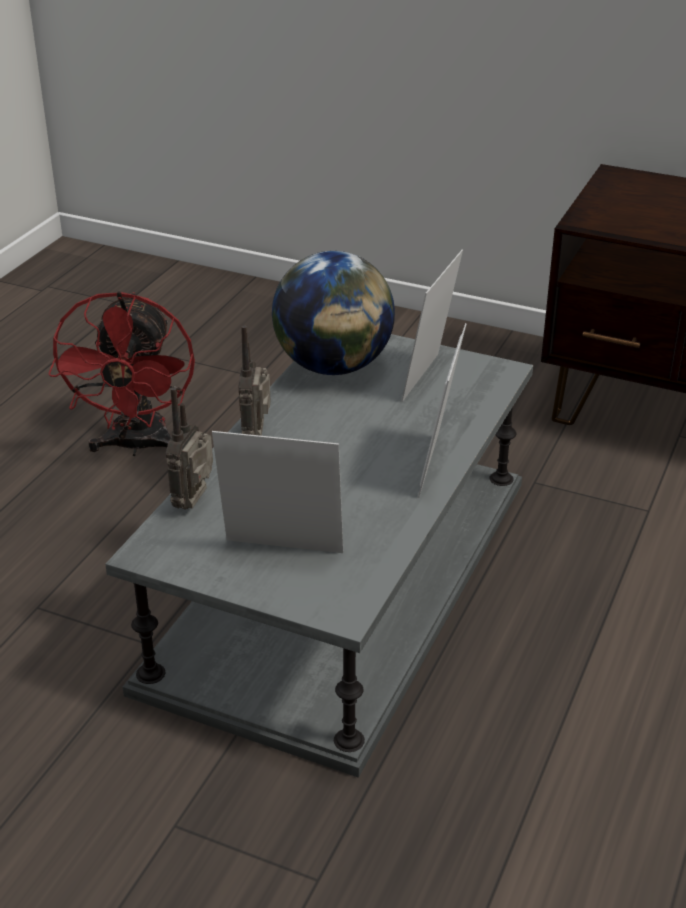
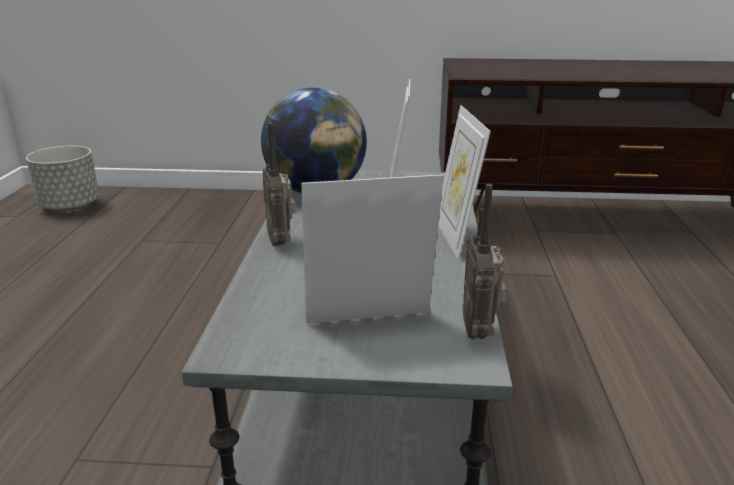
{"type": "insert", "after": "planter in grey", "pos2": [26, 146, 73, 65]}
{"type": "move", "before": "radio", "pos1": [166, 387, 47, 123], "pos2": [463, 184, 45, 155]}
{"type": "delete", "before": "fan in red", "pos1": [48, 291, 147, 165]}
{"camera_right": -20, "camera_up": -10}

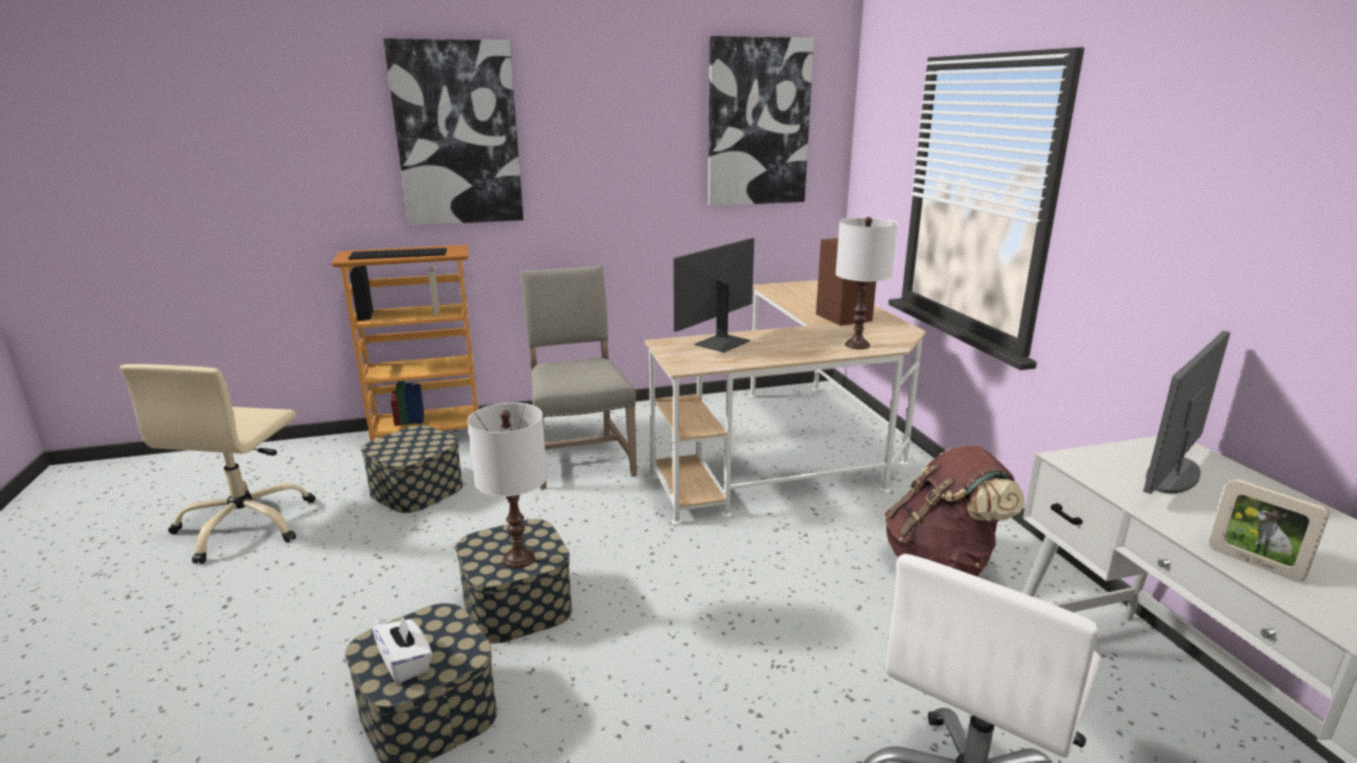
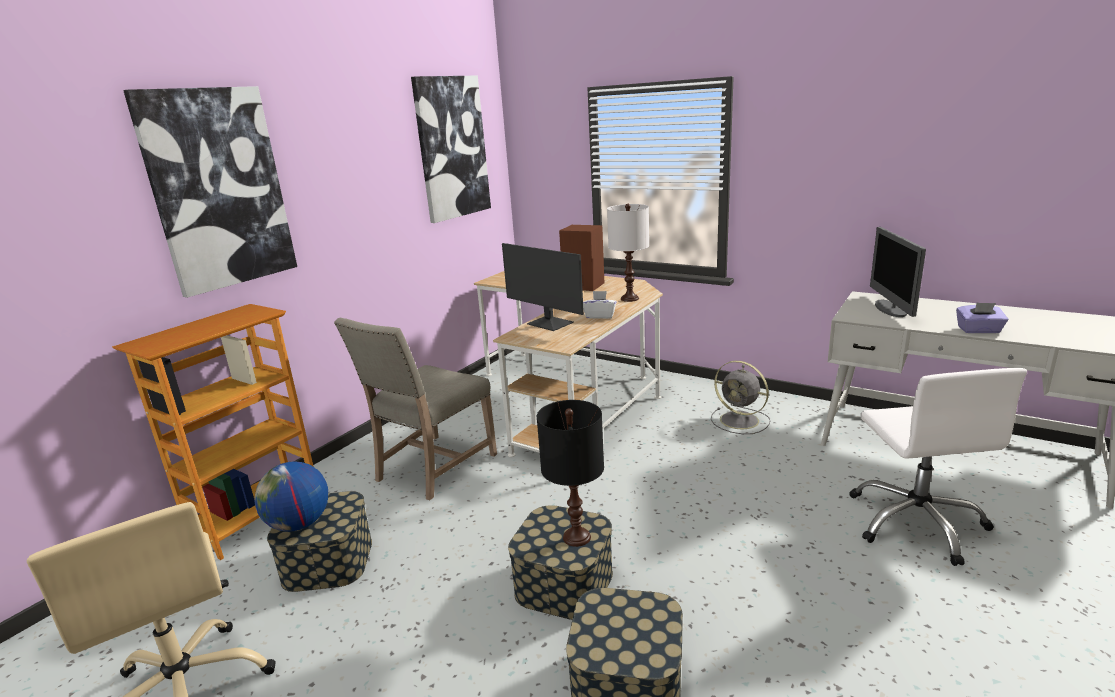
{"type": "insert", "after": "globe", "pos2": [254, 461, 74, 71]}
{"type": "rotate", "before": "chair in beige", "pos1": [520, 265, 117, 225], "pos2": [334, 318, 163, 182], "turn": -90}
{"type": "rotate", "before": "monitor", "pos1": [673, 238, 81, 114], "pos2": [502, 243, 82, 88], "turn": -45}
{"type": "recolor", "before": "table lamp in white", "after": "table lamp in black", "pos1": [468, 403, 79, 166], "pos2": [537, 400, 67, 147]}
{"type": "move", "before": "tissue box in white", "pos1": [372, 614, 60, 70], "pos2": [583, 291, 34, 28]}
{"type": "replace", "before": "backpack in brown", "after": "fan in grey", "pos1": [885, 445, 140, 131], "pos2": [711, 361, 59, 73]}
{"type": "replace", "before": "picture frame", "after": "tissue box in purple", "pos1": [1209, 479, 121, 103], "pos2": [956, 303, 52, 30]}
{"type": "delete", "before": "keyboard", "pos1": [348, 248, 99, 12]}
{"camera_right": -40, "camera_up": 0}

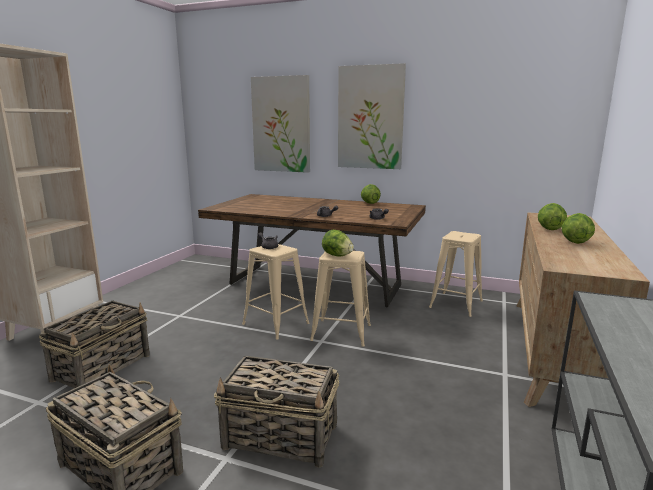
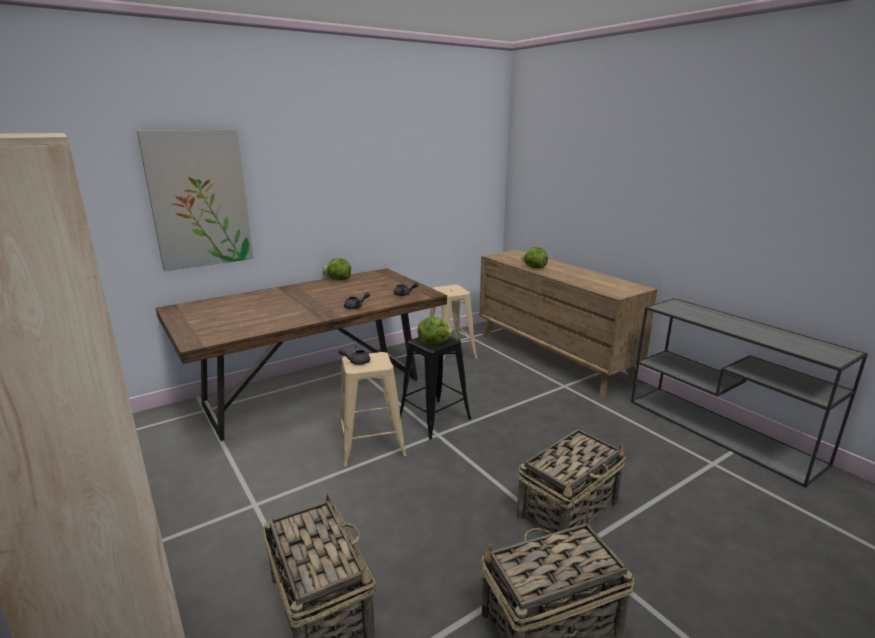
{"type": "recolor", "before": "stool in beige", "after": "stool in black", "pos1": [310, 251, 61, 96], "pos2": [400, 336, 71, 103]}
{"type": "delete", "before": "picture", "pos1": [338, 63, 68, 106]}
{"type": "delete", "before": "lettuce", "pos1": [561, 213, 34, 31]}
{"camera_right": -55, "camera_up": 5}

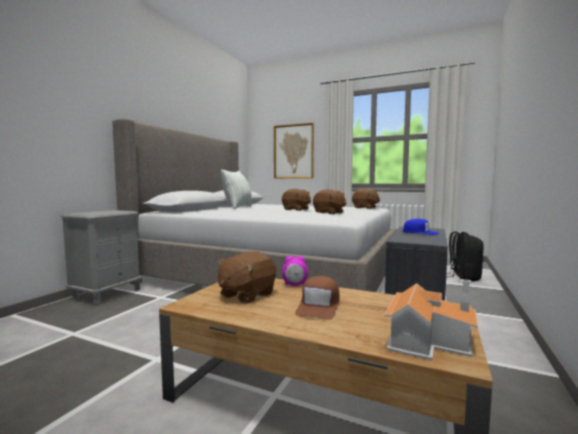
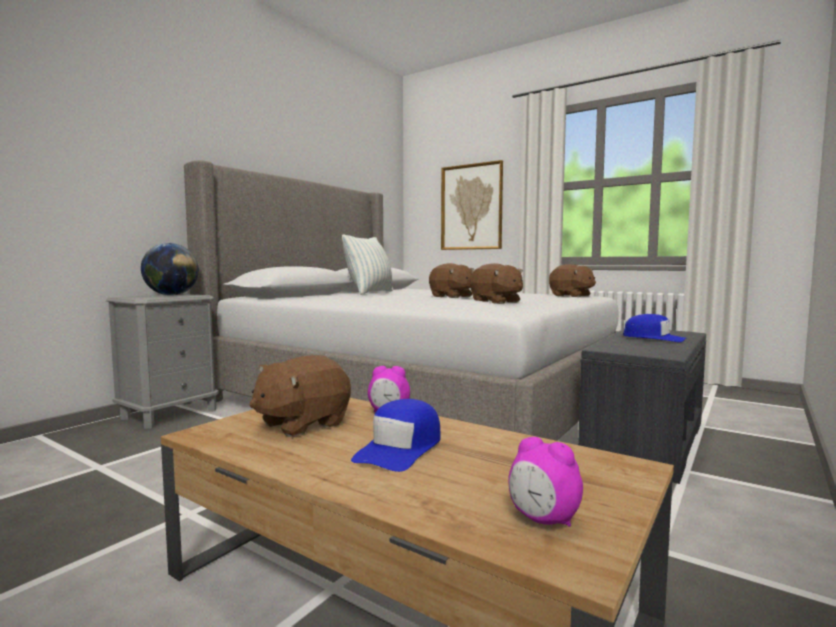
{"type": "insert", "after": "globe", "pos2": [141, 243, 58, 52]}
{"type": "recolor", "before": "cap in brown", "after": "cap in blue", "pos1": [295, 276, 45, 44], "pos2": [351, 399, 90, 73]}
{"type": "replace", "before": "toy house", "after": "alarm clock", "pos1": [384, 279, 94, 81], "pos2": [508, 437, 75, 90]}
{"type": "delete", "before": "backpack in black", "pos1": [446, 231, 38, 50]}
{"camera_right": 10, "camera_up": 0}

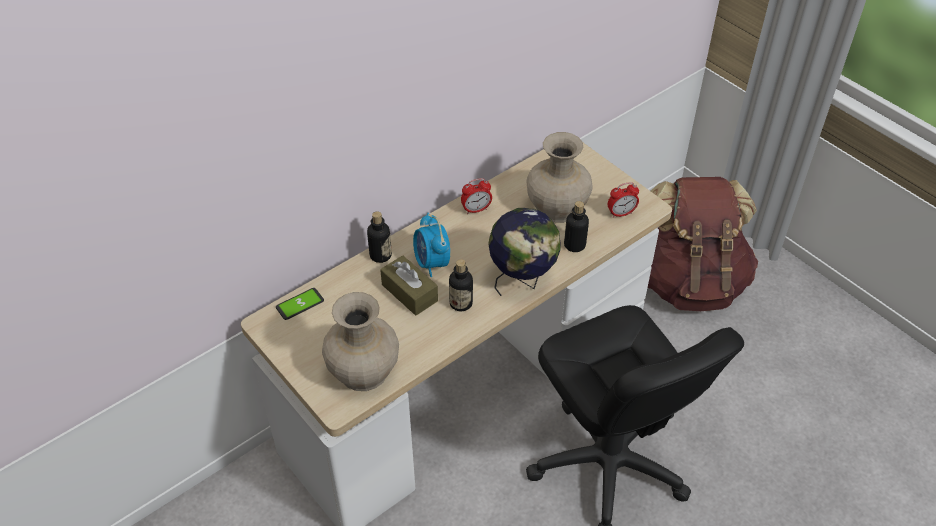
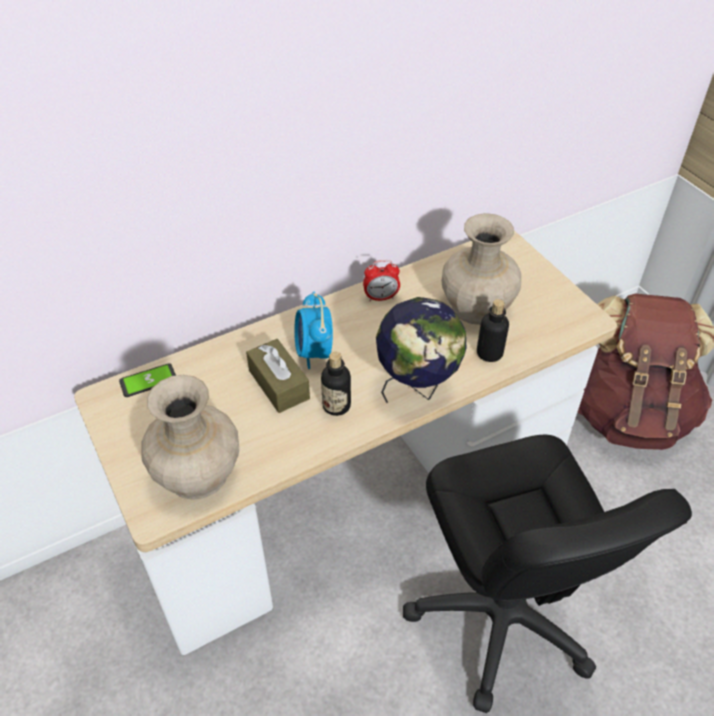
{"type": "delete", "before": "bottle", "pos1": [367, 211, 25, 52]}
{"type": "delete", "before": "alarm clock", "pos1": [608, 182, 31, 36]}
{"camera_right": 10, "camera_up": 0}

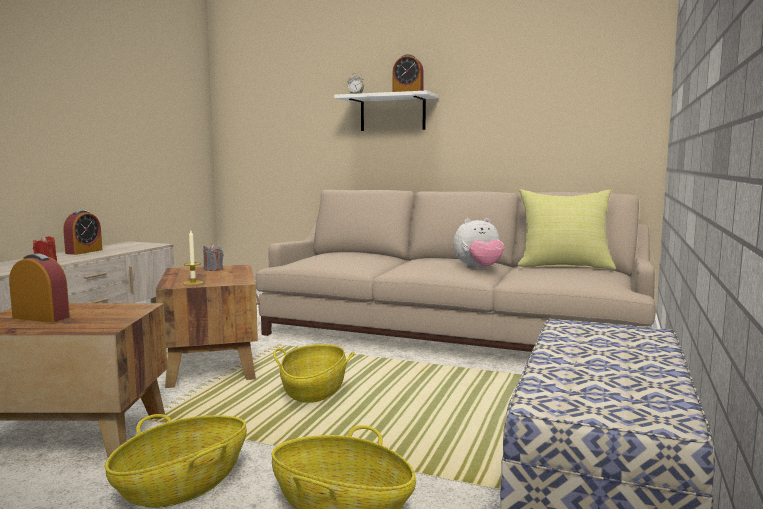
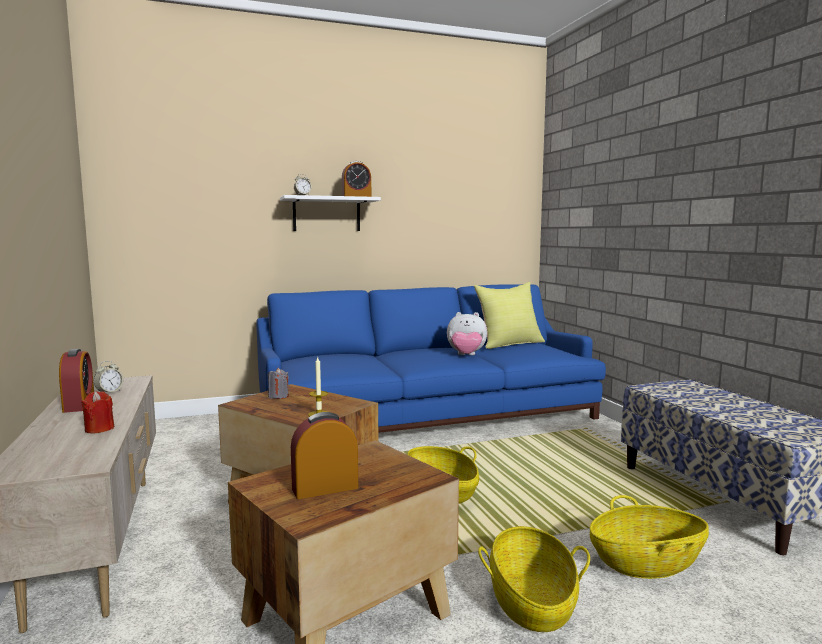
{"type": "insert", "after": "alarm clock", "pos2": [94, 361, 29, 32]}
{"type": "recolor", "before": "sofa in beige", "after": "sofa in blue", "pos1": [255, 190, 401, 162], "pos2": [256, 284, 350, 149]}
{"type": "rotate", "before": "plush toy", "pos1": [453, 218, 51, 51], "pos2": [447, 312, 40, 43], "turn": 60}
{"camera_right": -40, "camera_up": 0}

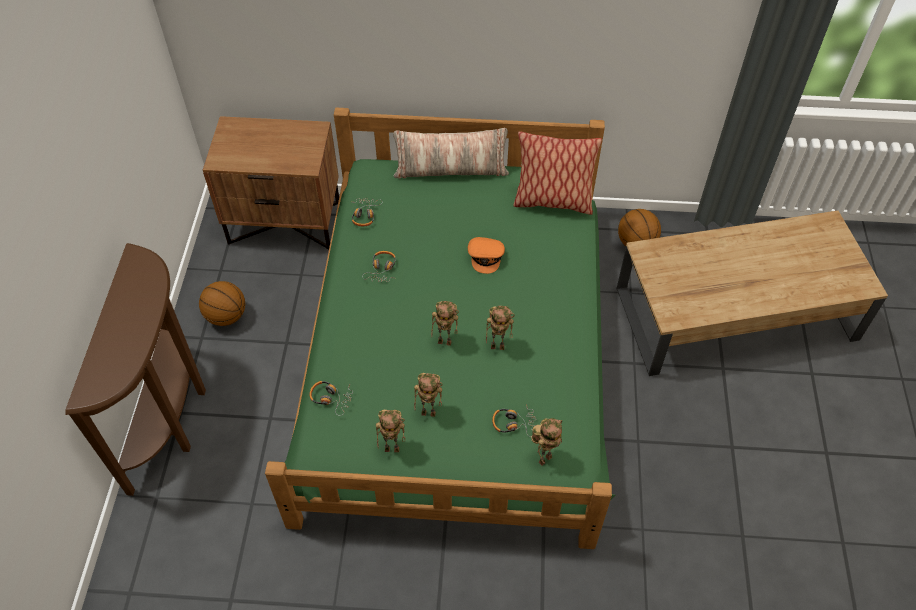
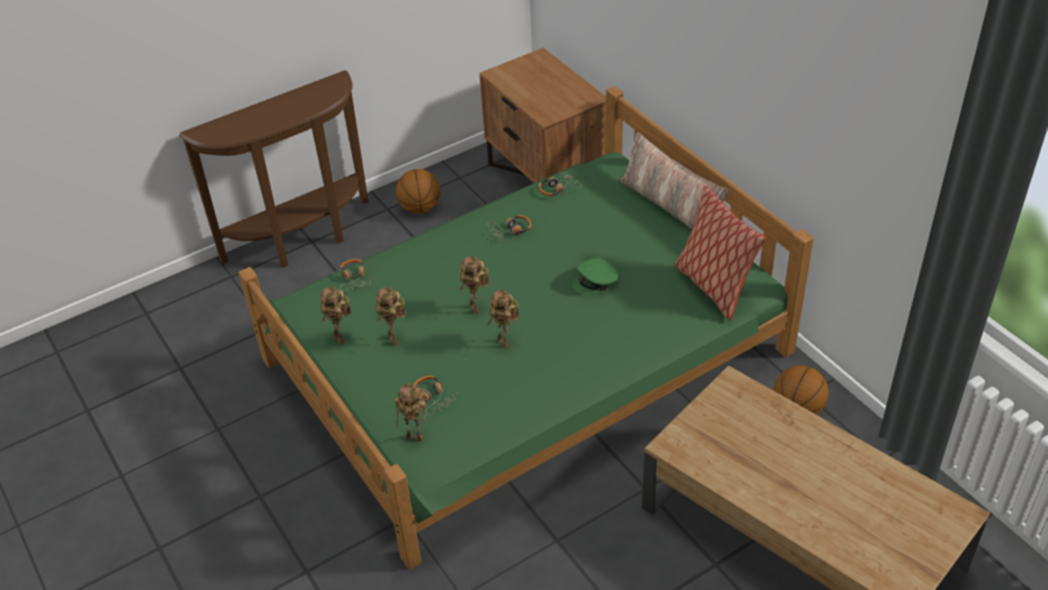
{"type": "recolor", "before": "cap in orange", "after": "cap in green", "pos1": [468, 237, 37, 37], "pos2": [572, 258, 47, 38]}
{"camera_right": 55, "camera_up": -10}

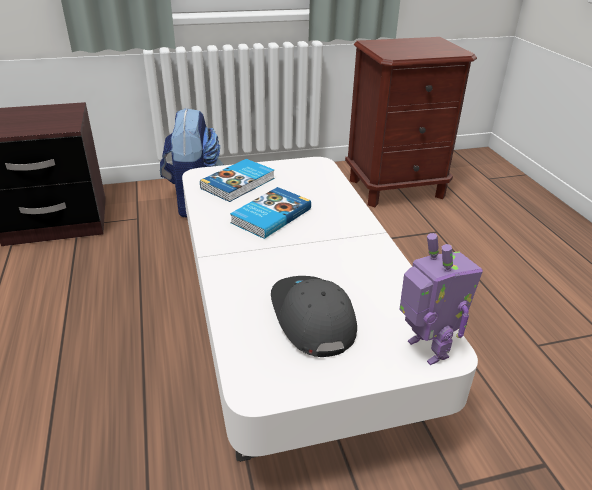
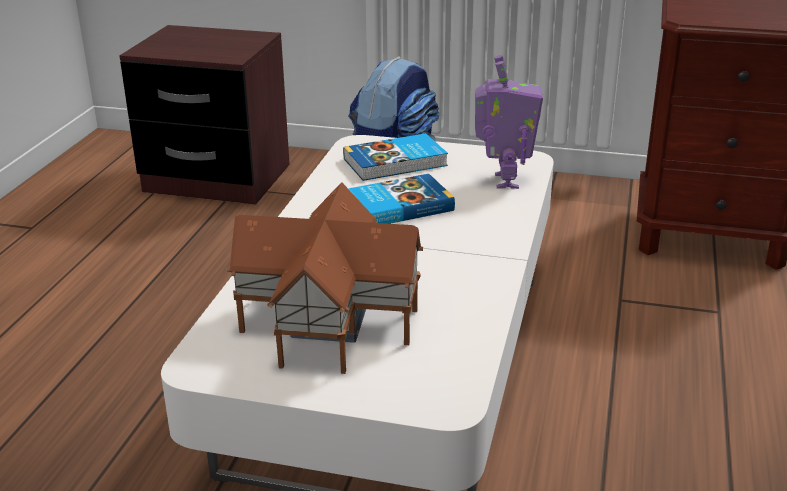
{"type": "replace", "before": "cap in grey", "after": "toy house", "pos1": [271, 276, 86, 81], "pos2": [226, 182, 197, 192]}
{"type": "move", "before": "toy robot", "pos1": [399, 233, 84, 132], "pos2": [475, 55, 68, 134]}
{"camera_right": 30, "camera_up": -5}

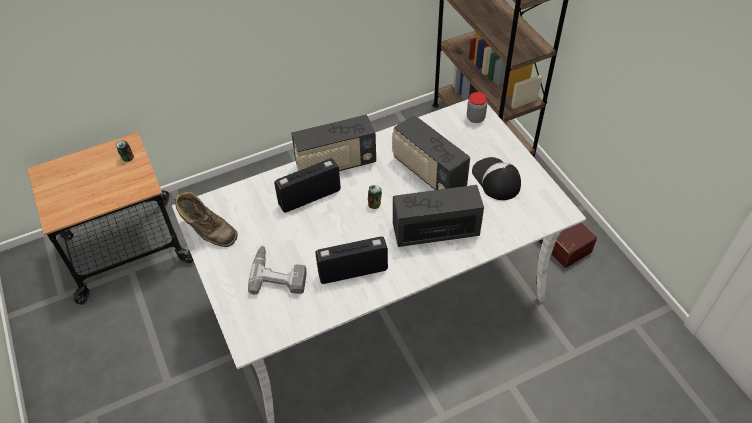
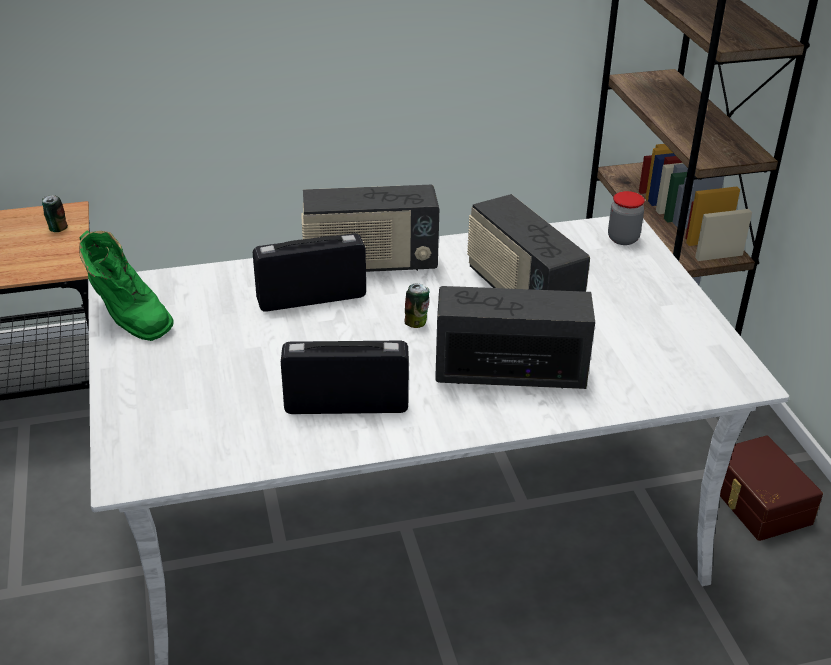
{"type": "recolor", "before": "boot in brown", "after": "boot in green", "pos1": [174, 192, 64, 55], "pos2": [79, 230, 95, 111]}
{"type": "delete", "before": "power drill", "pos1": [248, 246, 59, 49]}
{"type": "delete", "before": "cap", "pos1": [472, 157, 49, 43]}
{"camera_right": 10, "camera_up": -15}

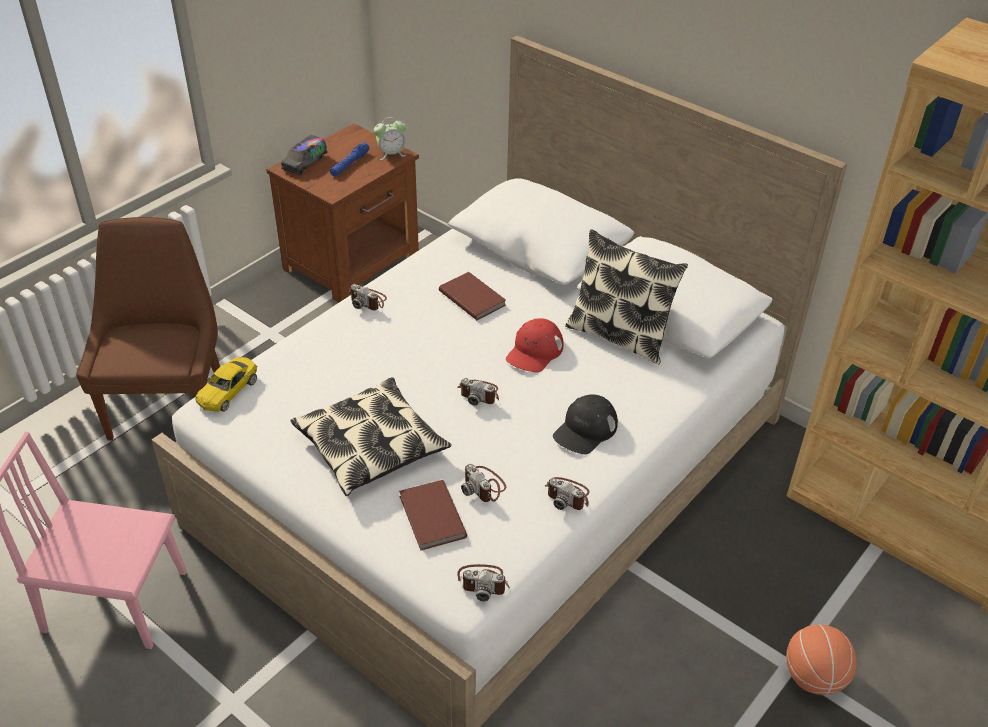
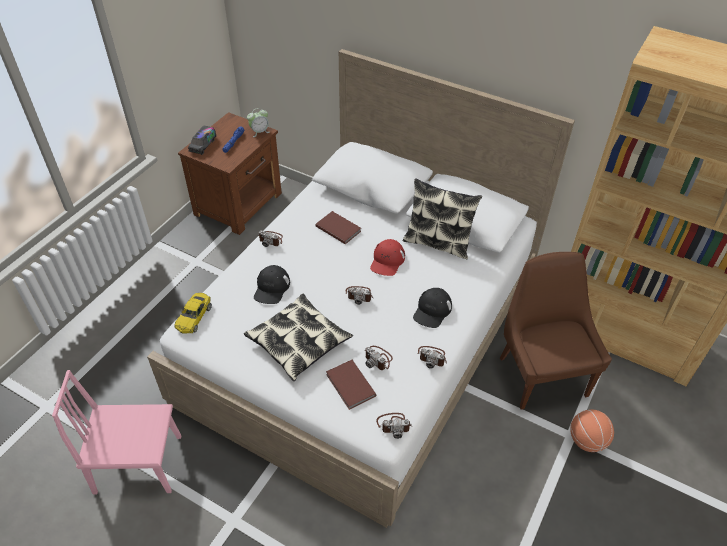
{"type": "insert", "after": "cap in black", "pos2": [254, 265, 36, 39]}
{"type": "move", "before": "chair in brown", "pos1": [76, 217, 144, 223], "pos2": [500, 252, 112, 158]}
{"camera_right": -10, "camera_up": 5}

